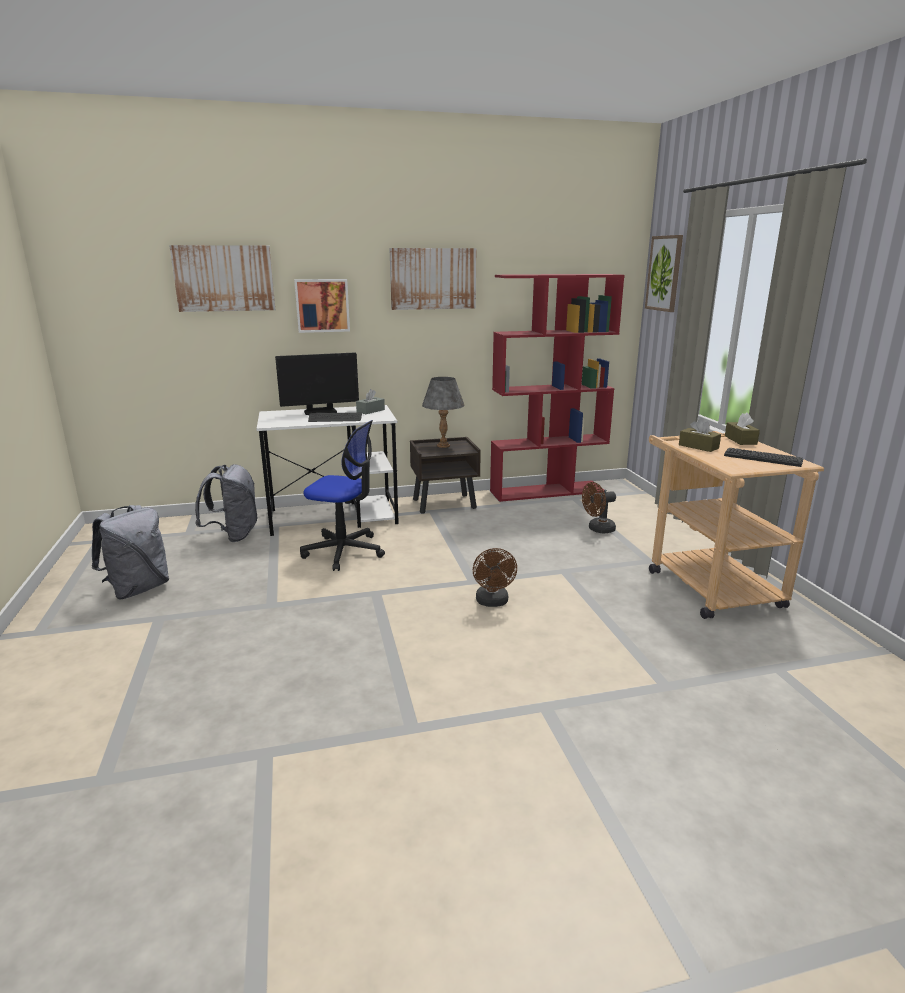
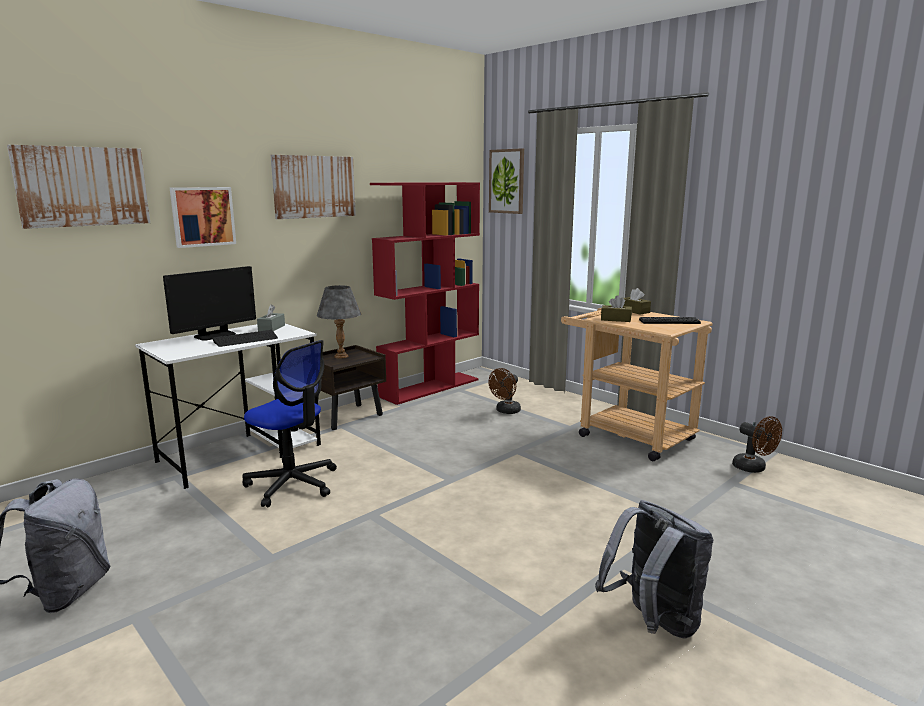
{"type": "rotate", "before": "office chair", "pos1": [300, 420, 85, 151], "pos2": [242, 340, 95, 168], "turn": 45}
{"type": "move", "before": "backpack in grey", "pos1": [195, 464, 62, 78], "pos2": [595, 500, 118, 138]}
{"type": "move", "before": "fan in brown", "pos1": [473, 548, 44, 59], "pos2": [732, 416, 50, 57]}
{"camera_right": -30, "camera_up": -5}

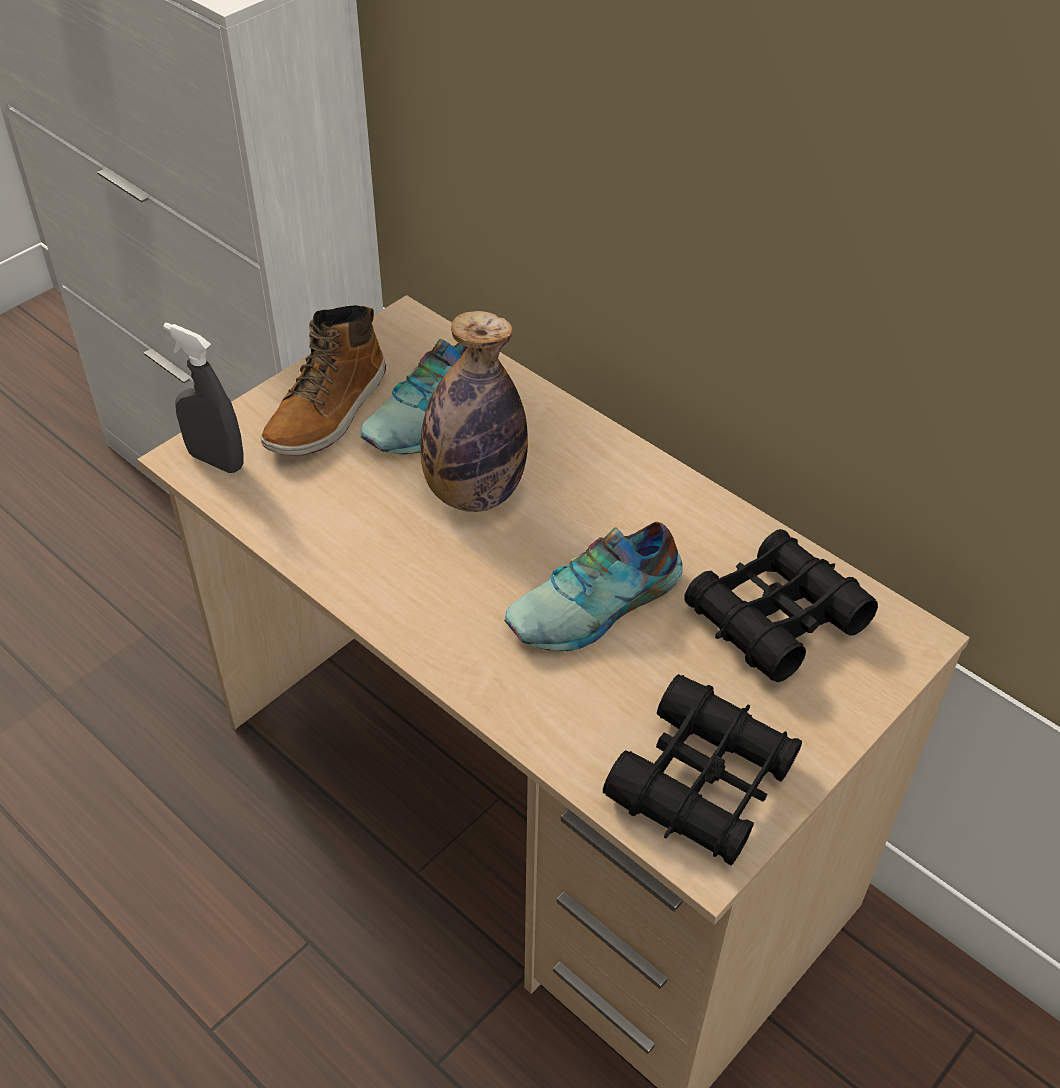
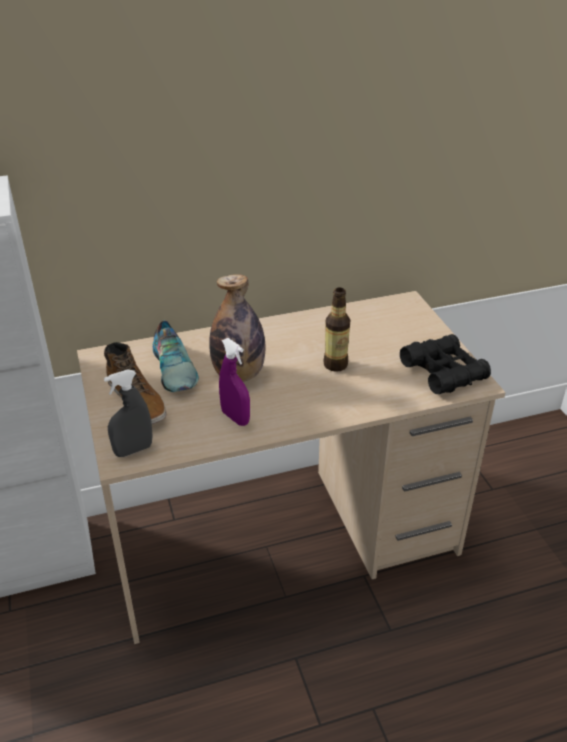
{"type": "insert", "after": "spray bottle in purple", "pos2": [219, 338, 31, 88]}
{"type": "replace", "before": "shoe", "after": "bottle", "pos1": [504, 522, 179, 129], "pos2": [324, 288, 26, 84]}
{"type": "delete", "before": "binoculars in black", "pos1": [684, 529, 194, 153]}
{"camera_right": -60, "camera_up": -10}

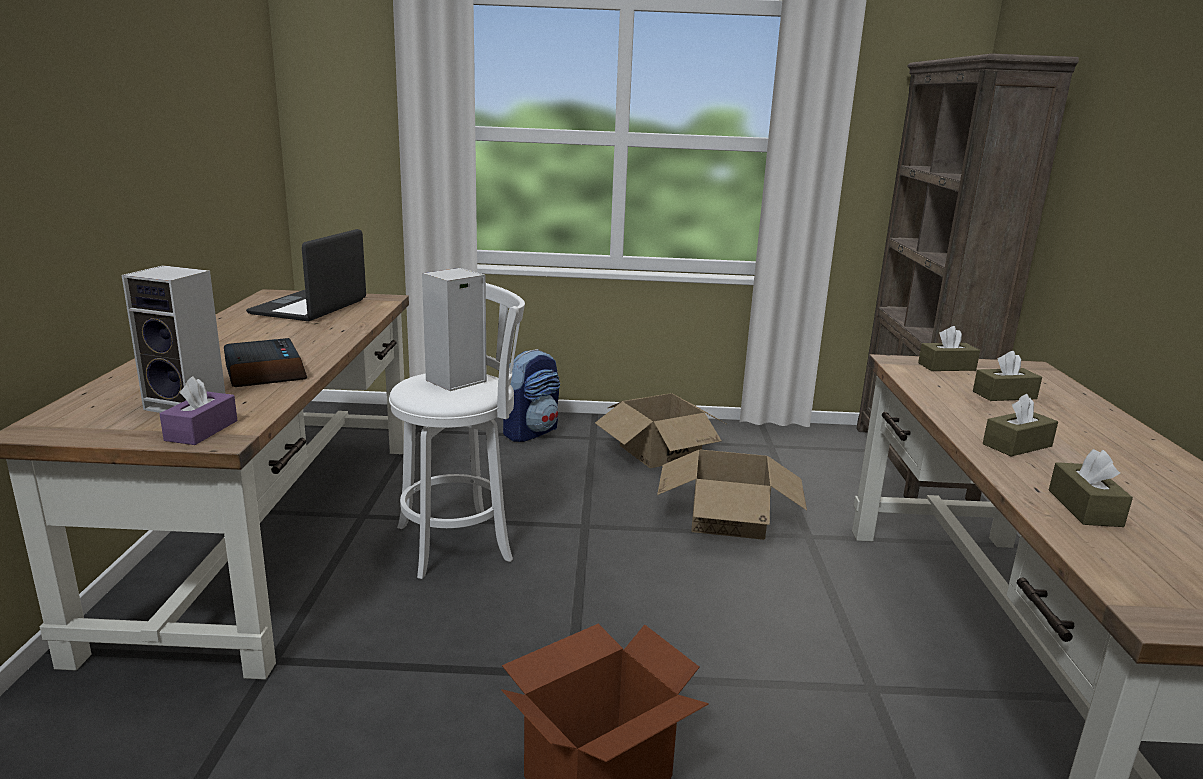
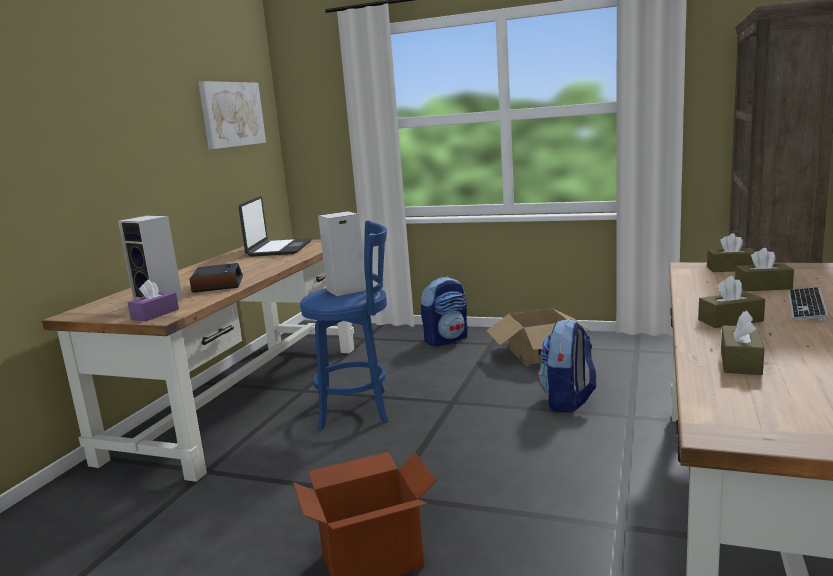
{"type": "insert", "after": "picture", "pos2": [198, 81, 68, 68]}
{"type": "rotate", "before": "laptop", "pos1": [246, 229, 120, 92], "pos2": [239, 196, 73, 61], "turn": 150}
{"type": "recolor", "before": "stool in white", "after": "stool in blue", "pos1": [389, 283, 136, 296], "pos2": [300, 221, 88, 209]}
{"type": "replace", "before": "cardboard box", "after": "backpack", "pos1": [657, 449, 150, 91], "pos2": [538, 319, 58, 93]}
{"type": "insert", "after": "keyboard", "pos2": [788, 287, 40, 34]}
{"camera_right": 20, "camera_up": -5}

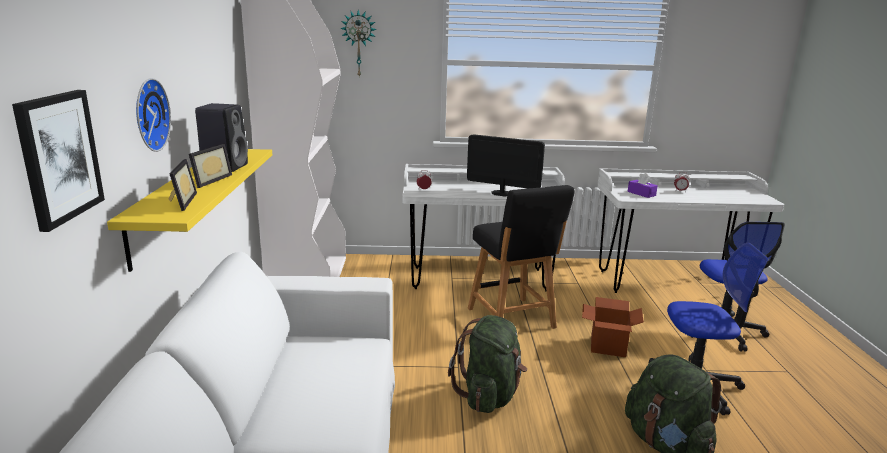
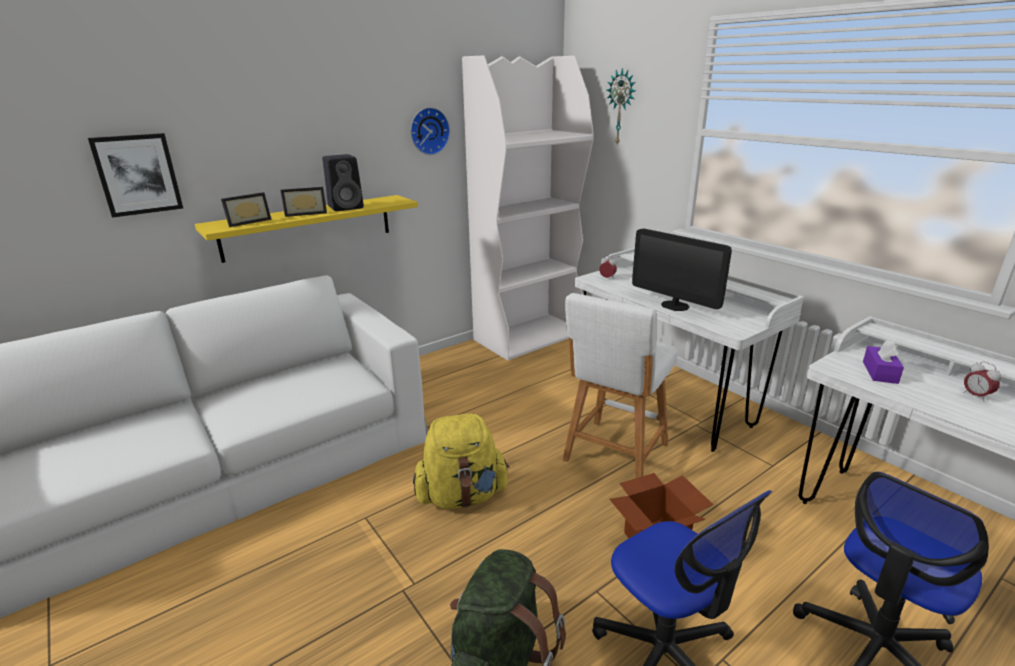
{"type": "move", "before": "wall clock", "pos1": [136, 78, 35, 74], "pos2": [410, 107, 40, 48]}
{"type": "recolor", "before": "backpack in green", "after": "backpack in yellow", "pos1": [448, 315, 79, 98], "pos2": [413, 413, 97, 96]}
{"type": "recolor", "before": "stool in black", "after": "stool in white", "pos1": [467, 185, 107, 144], "pos2": [562, 293, 116, 185]}
{"type": "rotate", "before": "monitor", "pos1": [467, 134, 78, 63], "pos2": [632, 228, 100, 83], "turn": 150}
{"camera_right": 55, "camera_up": 5}

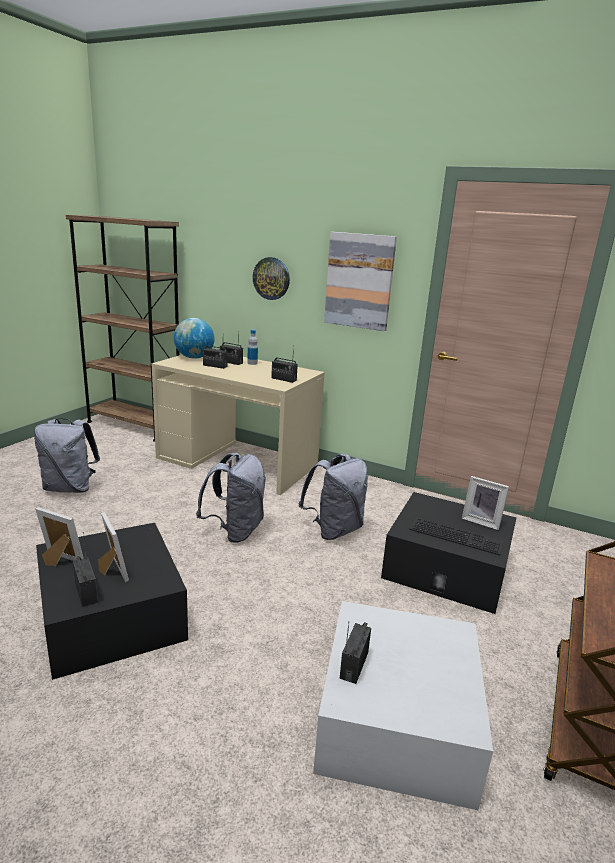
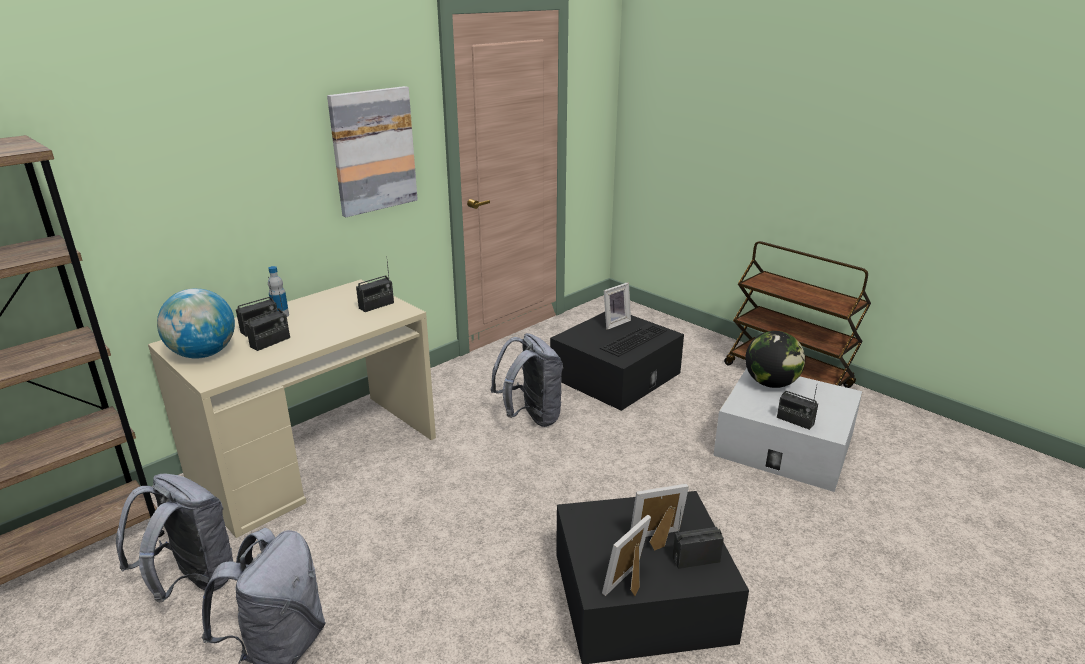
{"type": "move", "before": "backpack in grey", "pos1": [196, 453, 70, 90], "pos2": [116, 473, 117, 129]}
{"type": "insert", "after": "globe", "pos2": [745, 331, 60, 57]}
{"type": "delete", "before": "wall clock", "pos1": [253, 257, 37, 43]}
{"camera_right": -70, "camera_up": 5}

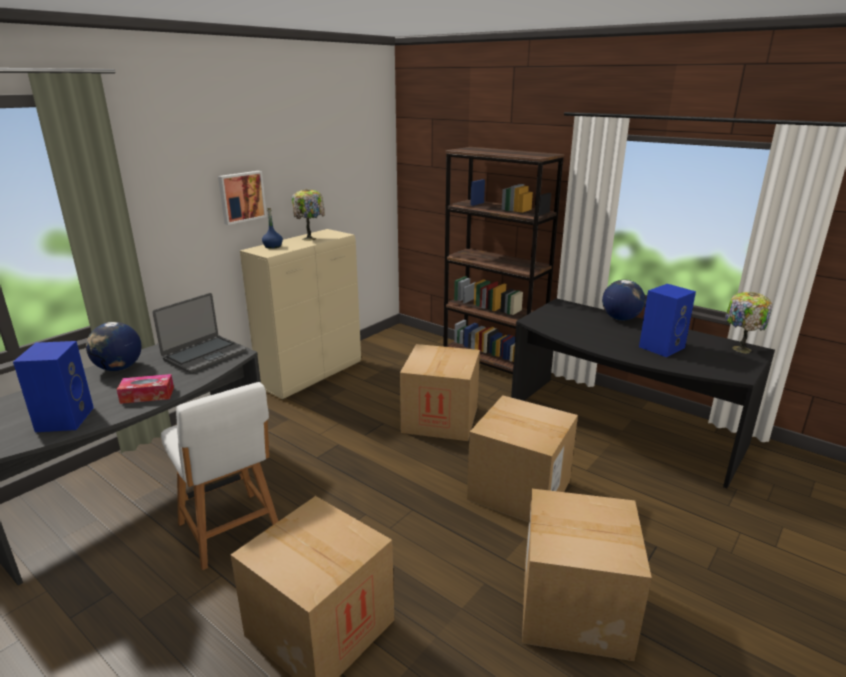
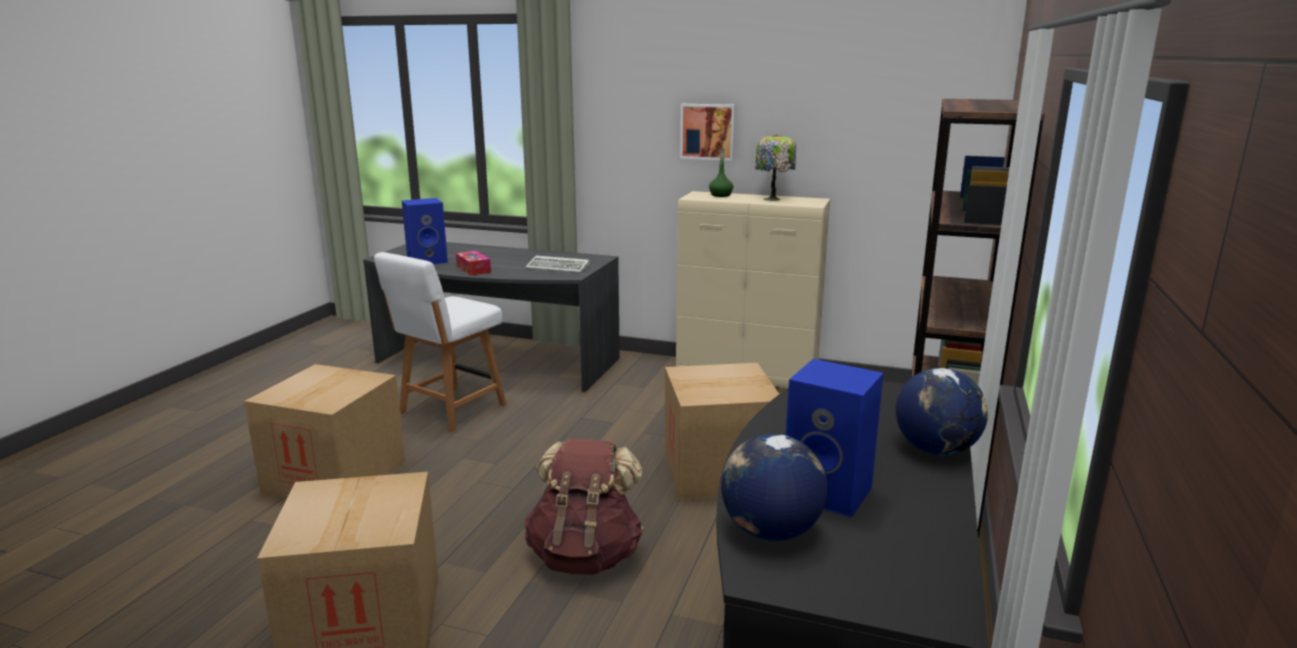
{"type": "replace", "before": "cardboard box", "after": "backpack in brown", "pos1": [467, 395, 111, 127], "pos2": [524, 438, 120, 137]}
{"type": "replace", "before": "laptop", "after": "keyboard", "pos1": [152, 293, 94, 80], "pos2": [525, 256, 65, 17]}
{"type": "recolor", "before": "bottle in blue", "after": "bottle in green", "pos1": [262, 208, 21, 41], "pos2": [709, 148, 24, 49]}
{"type": "move", "before": "globe", "pos1": [86, 322, 55, 49], "pos2": [721, 434, 106, 107]}
{"type": "delete", "before": "table lamp", "pos1": [725, 292, 48, 62]}
{"camera_right": 70, "camera_up": -5}

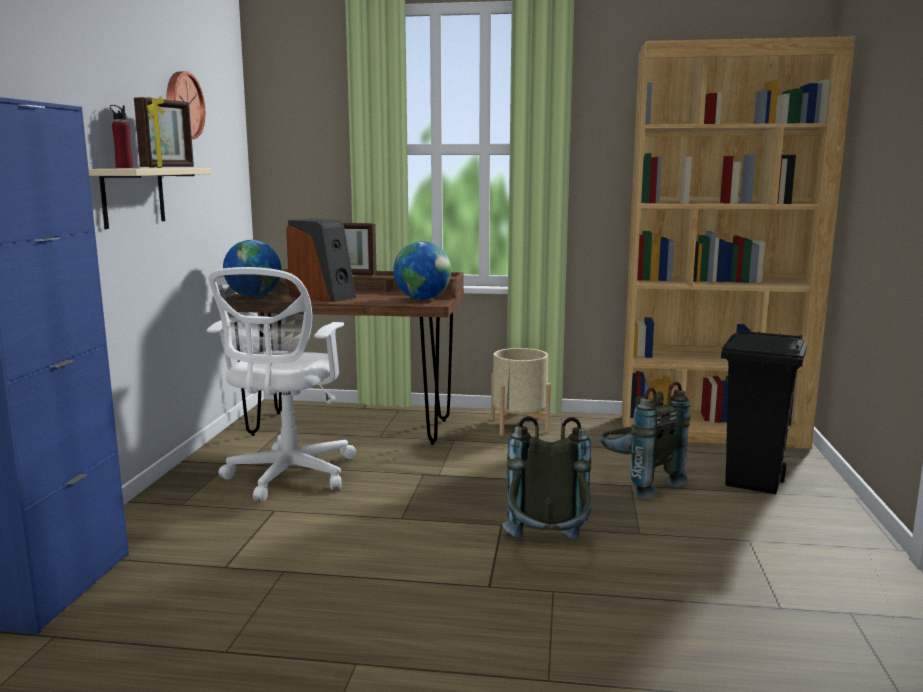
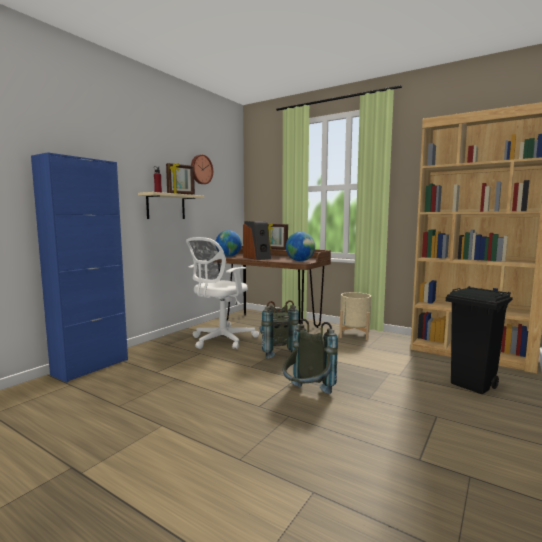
{"type": "move", "before": "backpack in grey", "pos1": [600, 382, 90, 116], "pos2": [260, 300, 39, 59]}
{"camera_right": 25, "camera_up": -5}

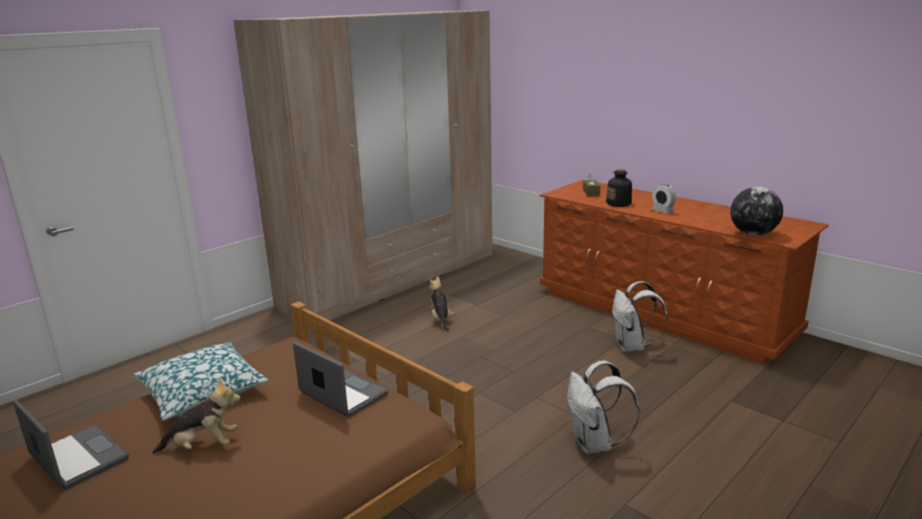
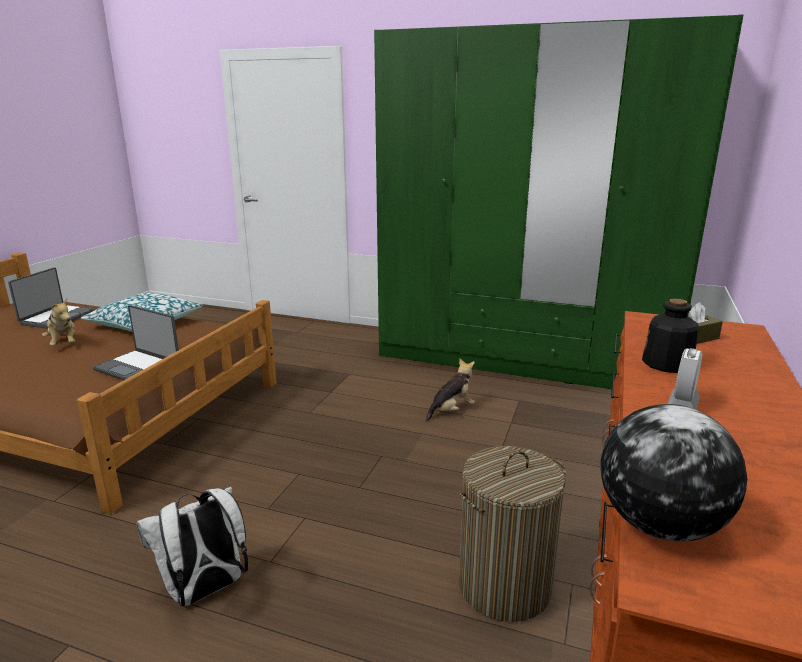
{"type": "rotate", "before": "laptop", "pos1": [293, 342, 96, 75], "pos2": [93, 305, 86, 75], "turn": 105}
{"type": "recolor", "before": "wardrobe in beige", "after": "wardrobe in green", "pos1": [233, 10, 259, 311], "pos2": [374, 15, 369, 374]}
{"type": "replace", "before": "backpack in white", "after": "laundry basket", "pos1": [612, 281, 56, 71], "pos2": [458, 446, 108, 176]}
{"camera_right": 65, "camera_up": 0}

